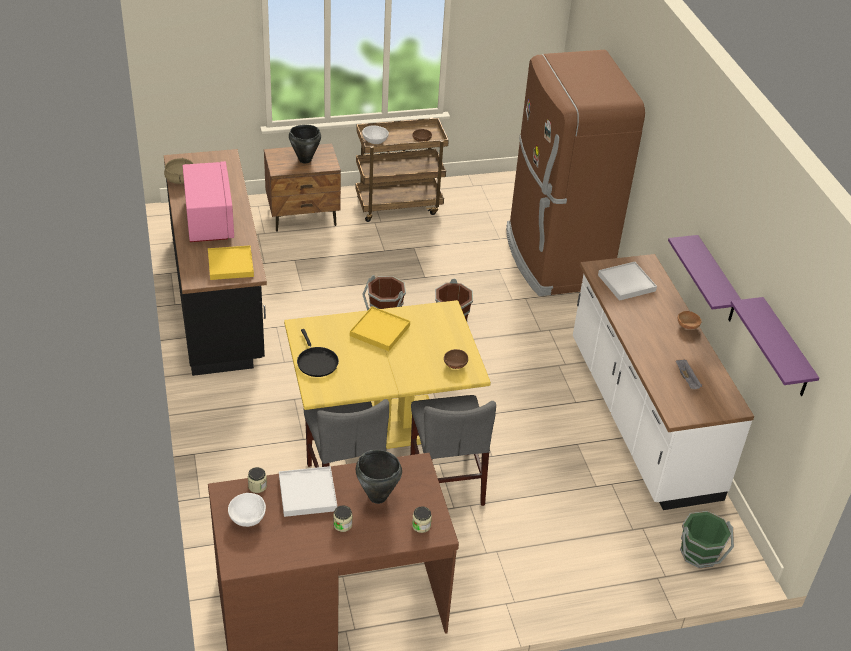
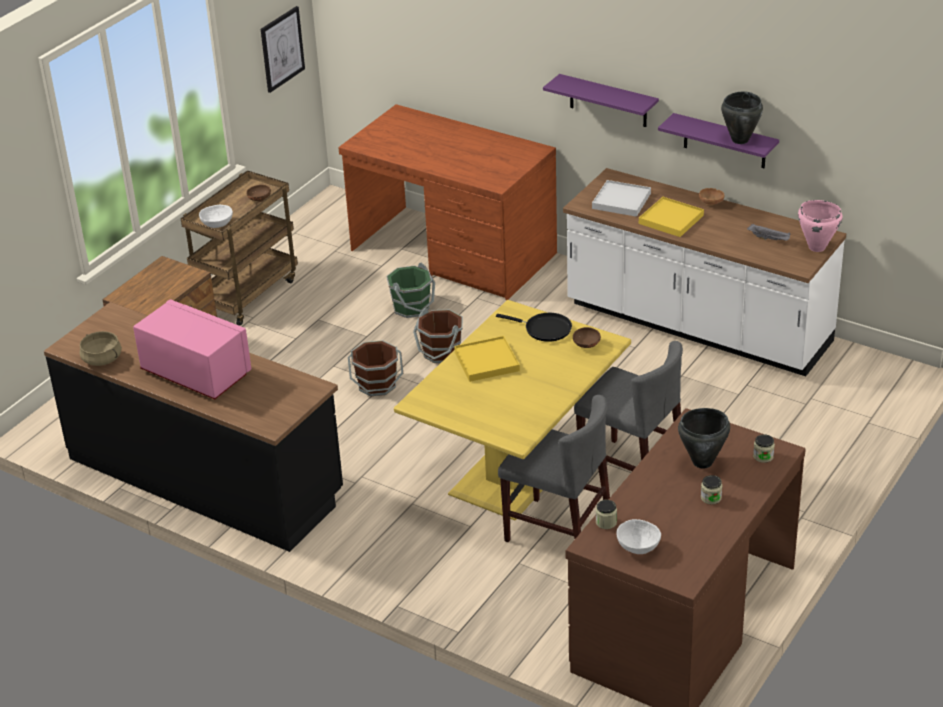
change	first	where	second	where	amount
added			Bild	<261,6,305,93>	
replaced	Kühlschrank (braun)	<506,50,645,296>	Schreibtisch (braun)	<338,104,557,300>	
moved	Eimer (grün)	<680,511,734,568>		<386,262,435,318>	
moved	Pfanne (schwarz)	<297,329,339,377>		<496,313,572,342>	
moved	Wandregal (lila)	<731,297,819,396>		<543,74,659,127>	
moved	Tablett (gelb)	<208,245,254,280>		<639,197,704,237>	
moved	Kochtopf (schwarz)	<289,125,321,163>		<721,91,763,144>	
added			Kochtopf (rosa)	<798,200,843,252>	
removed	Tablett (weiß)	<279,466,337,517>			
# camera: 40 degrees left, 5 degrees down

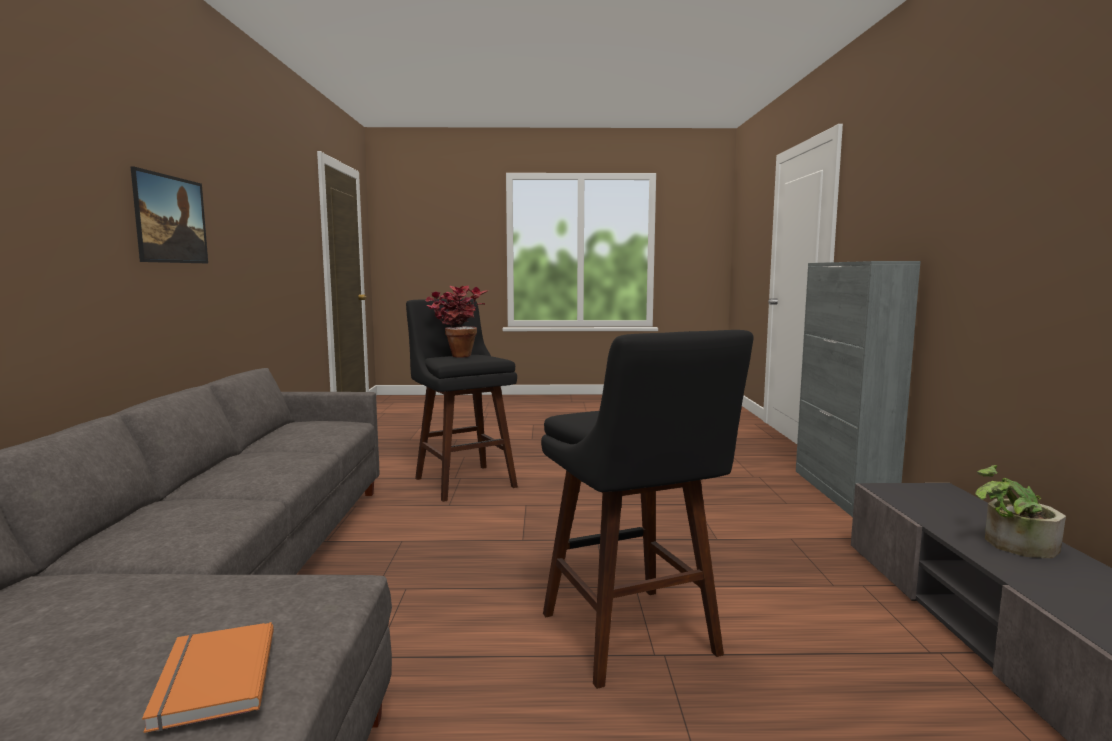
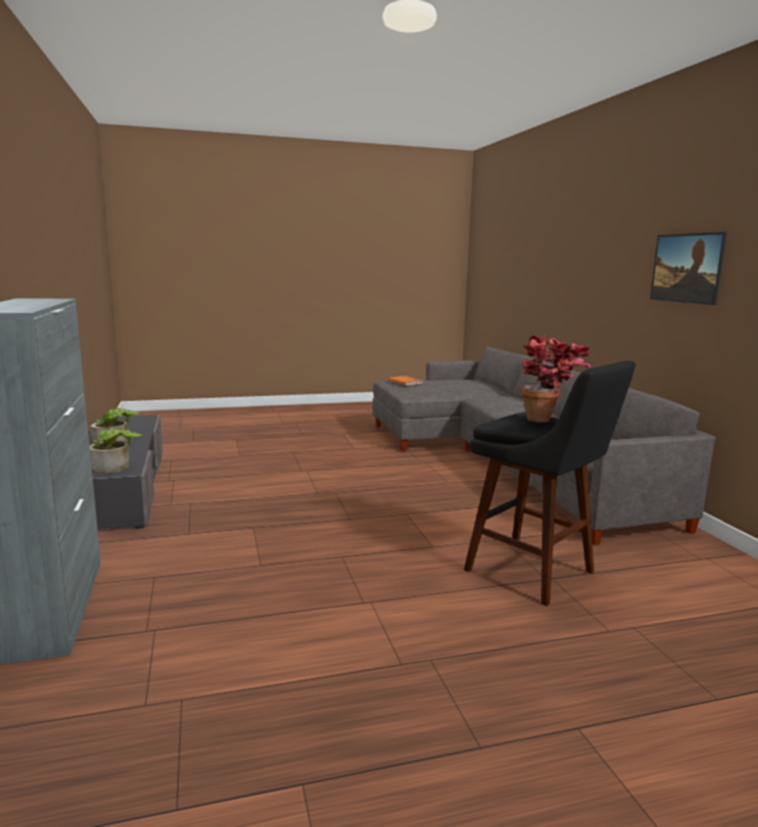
change	first	where	second	where	amount
added			Topfpflanze	<90,429,143,474>	
removed	Hocker (schwarz)	<541,330,753,689>			
# camera: 165 degrees right, 5 degrees up

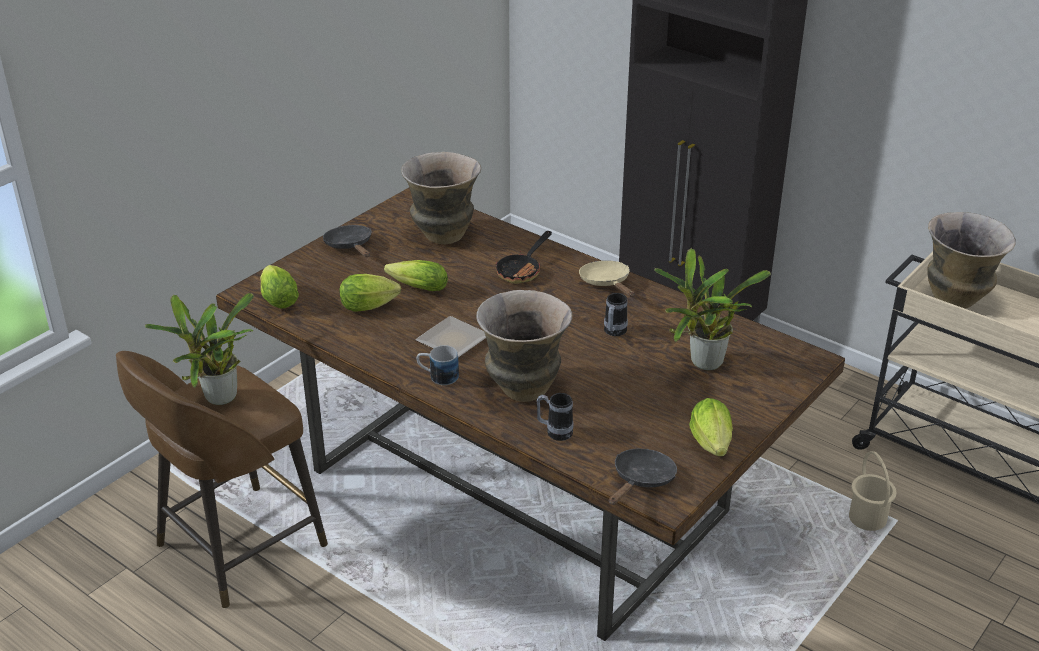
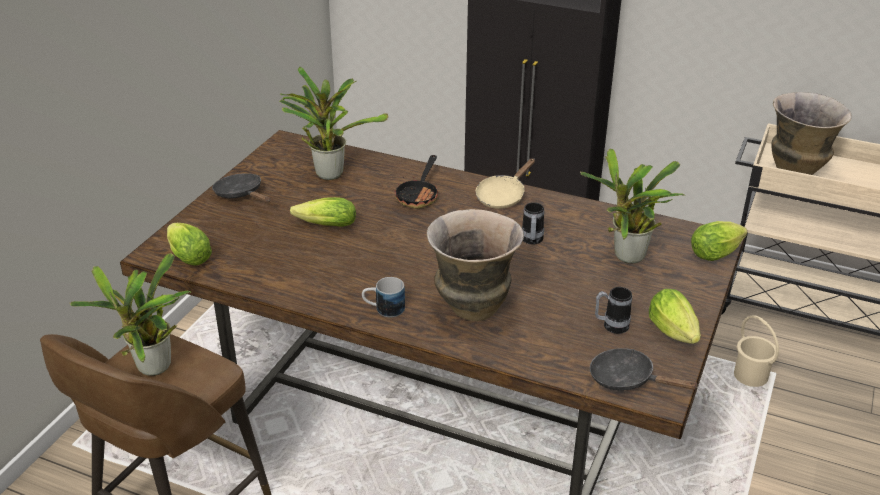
change	first	where	second	where	amount
replaced	Vase	<401,152,481,244>	Topfpflanze	<280,67,388,180>	
turned	Pfanne (beige)	<579,260,634,297>		<476,158,535,209>	105 degrees counterclockwise
turned	Pfanne (schwarz)	<609,448,677,505>		<589,348,699,391>	75 degrees counterclockwise
moved	Henkelbecher	<537,393,573,441>		<595,287,632,334>	
moved	Salatkopf	<339,274,401,312>		<691,221,748,261>	
removed	Teller	<415,316,486,358>			
# camera: 15 degrees left, 0 degrees up

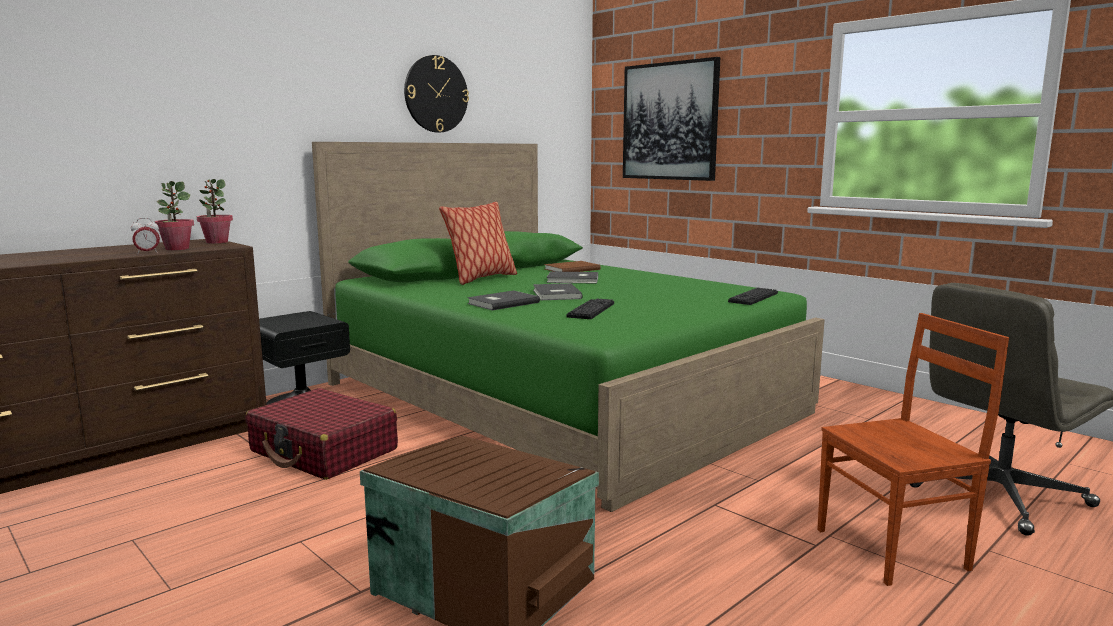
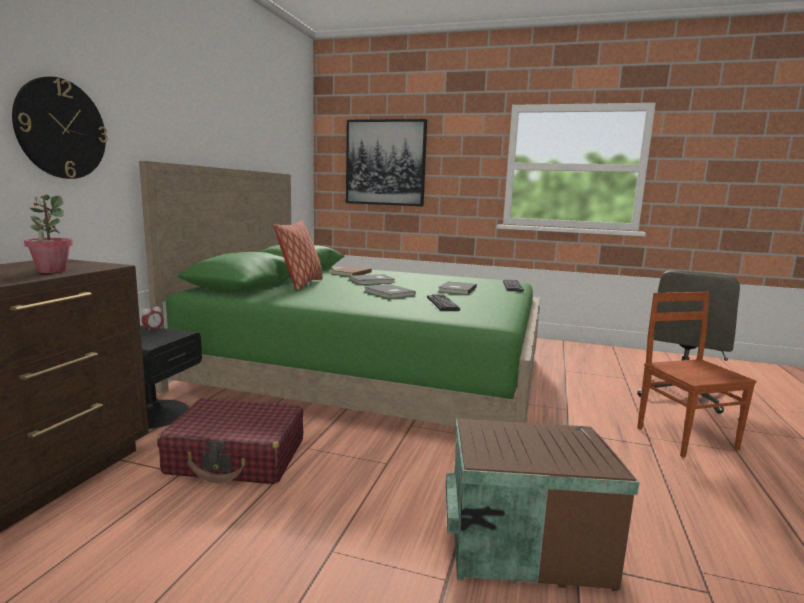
change	first	where	second	where	amount
moved	Wanduhr	<404,55,469,132>		<12,77,108,179>	
moved	Wecker	<131,218,160,253>		<141,304,163,332>	
moved	Buch (grau)	<467,290,540,311>		<438,281,477,295>	
turned	Stuhl (braun)	<817,313,1009,586>		<637,292,756,457>	60 degrees counterclockwise
removed	Topfpflanze	<197,179,233,244>			
# camera: 30 degrees left, 0 degrees up

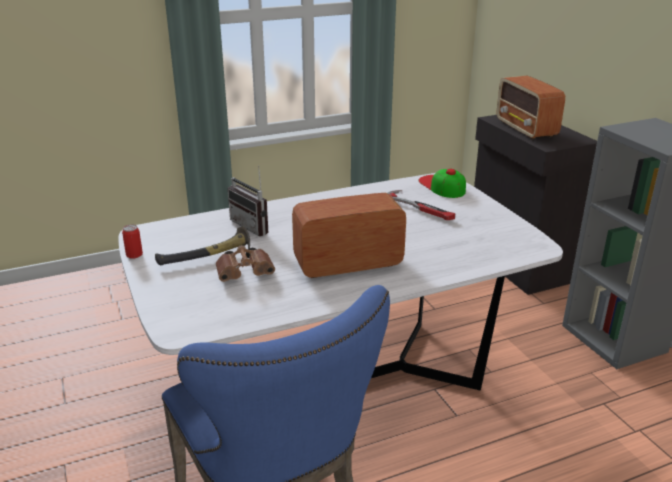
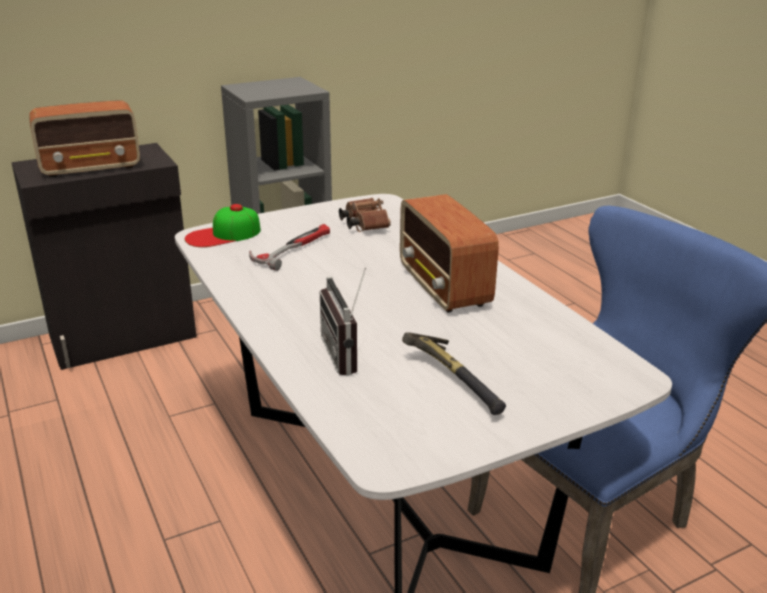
change	first	where	second	where	amount
turned	Radio	<228,166,268,236>		<320,267,366,376>	120 degrees clockwise
moved	Fernglas (braun)	<216,245,275,282>		<339,198,391,232>	
removed	Dose	<122,224,143,259>			
# camera: 95 degrees left, 0 degrees up

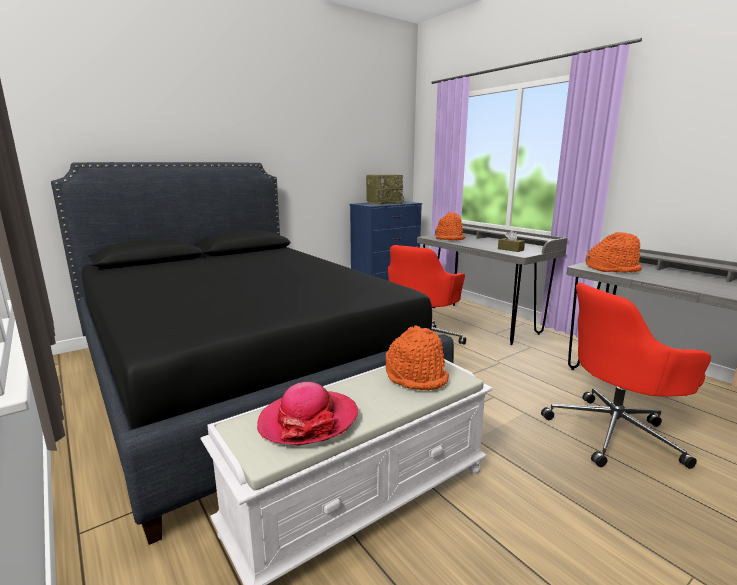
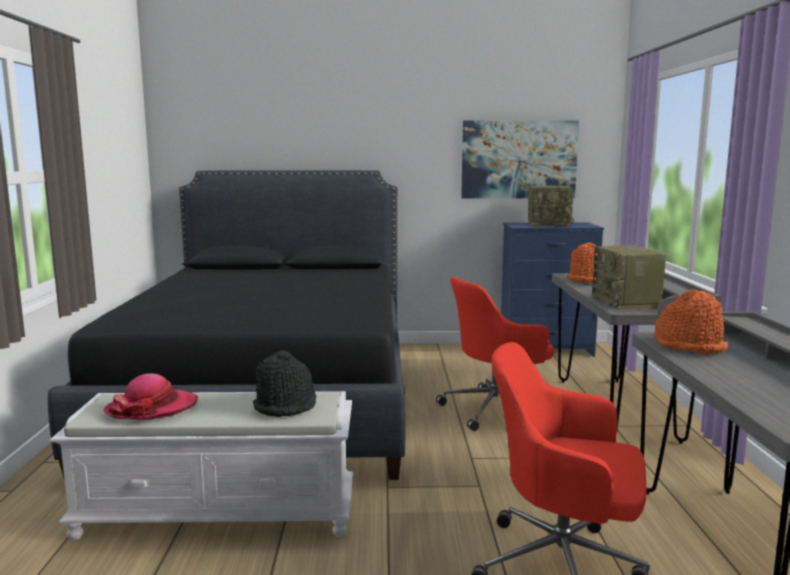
change	first	where	second	where	amount
recoloured	Hut (orange)	<385,325,449,391>	Hut (schwarz)	<253,350,317,417>	
added			Bild	<461,120,579,199>	
replaced	Taschentuchbox (braun)	<498,231,525,252>	Radio	<592,245,666,310>	
# camera: 35 degrees right, 5 degrees down

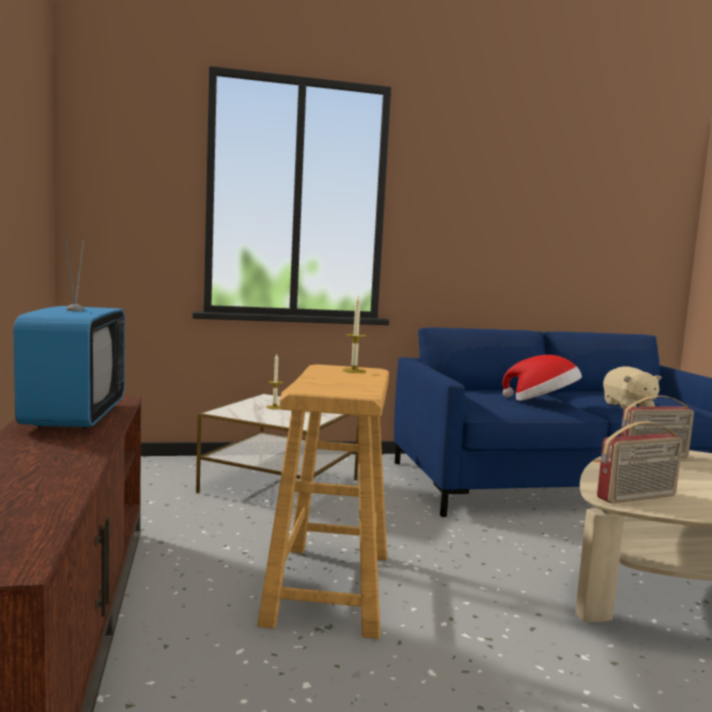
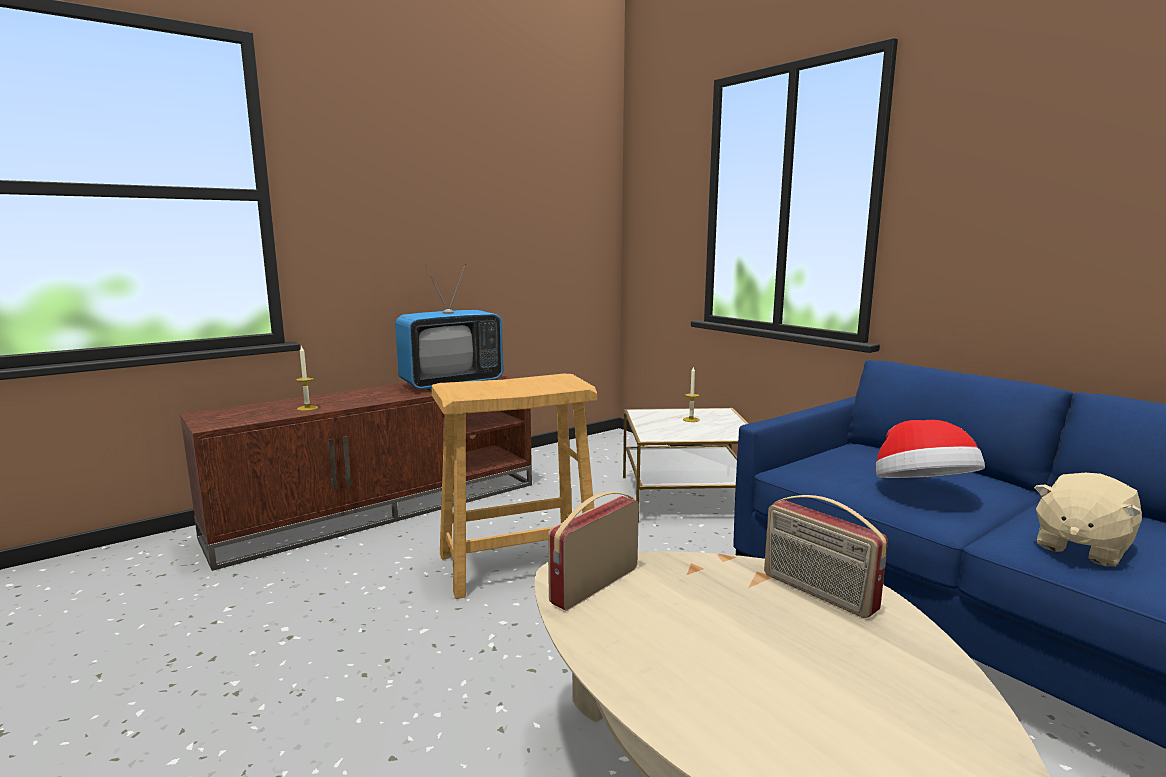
change	first	where	second	where	amount
moved	Kerze	<342,296,366,373>		<296,345,318,411>	
turned	Radio	<597,421,683,503>		<548,491,639,611>	90 degrees clockwise
# camera: 65 degrees right, 5 degrees up

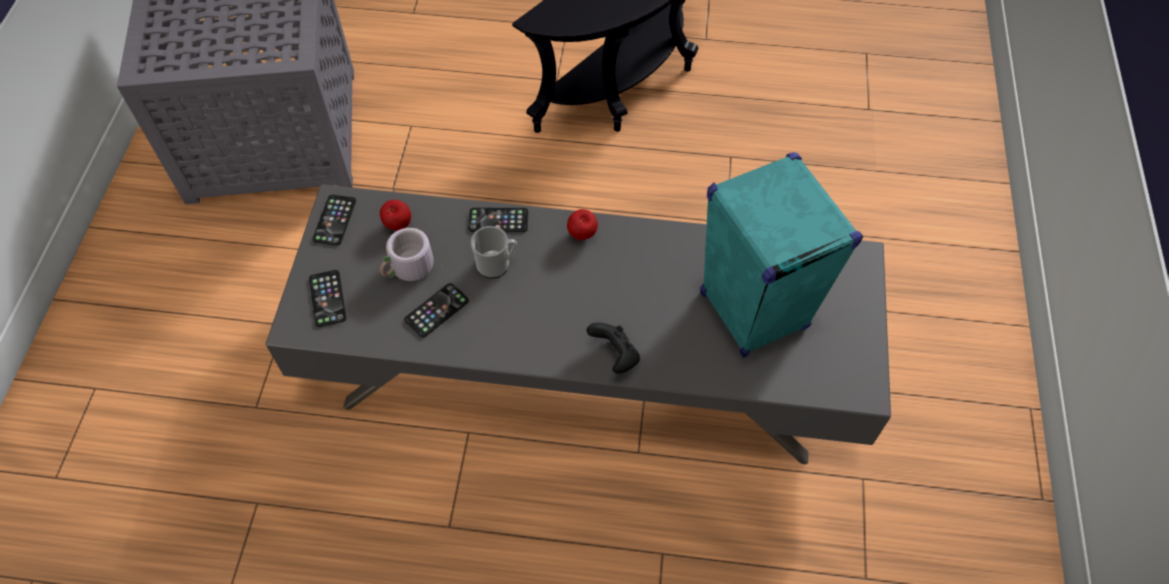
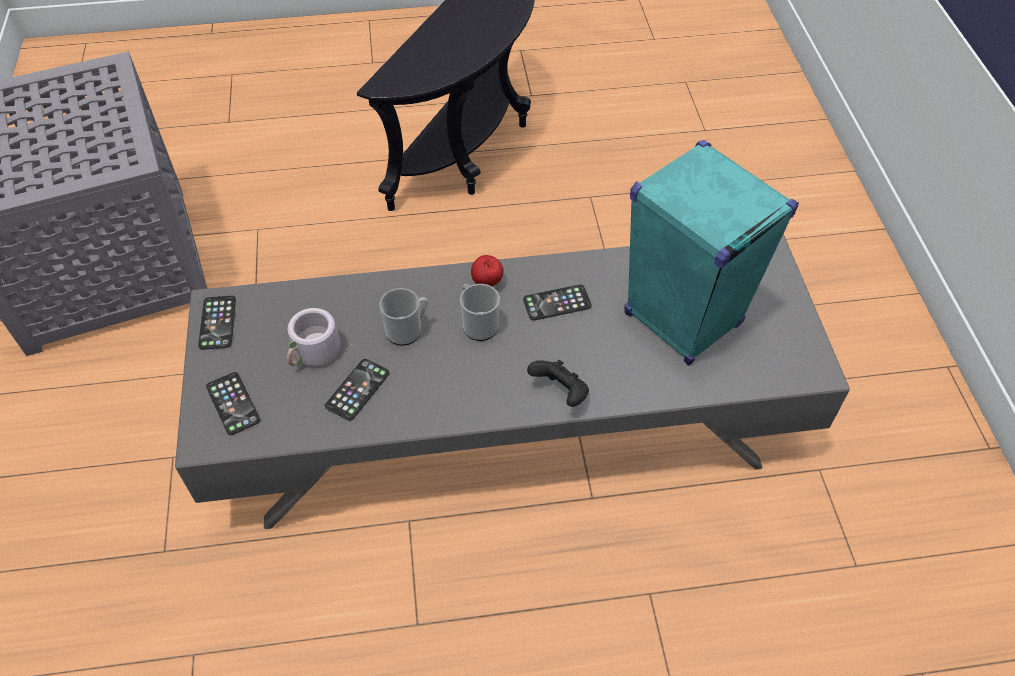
change	first	where	second	where	amount
added			Henkelbecher	<460,284,500,341>	
moved	Handy	<468,208,528,232>		<523,285,592,321>	
removed	Apfel	<380,200,411,231>			
# camera: 15 degrees left, 5 degrees down

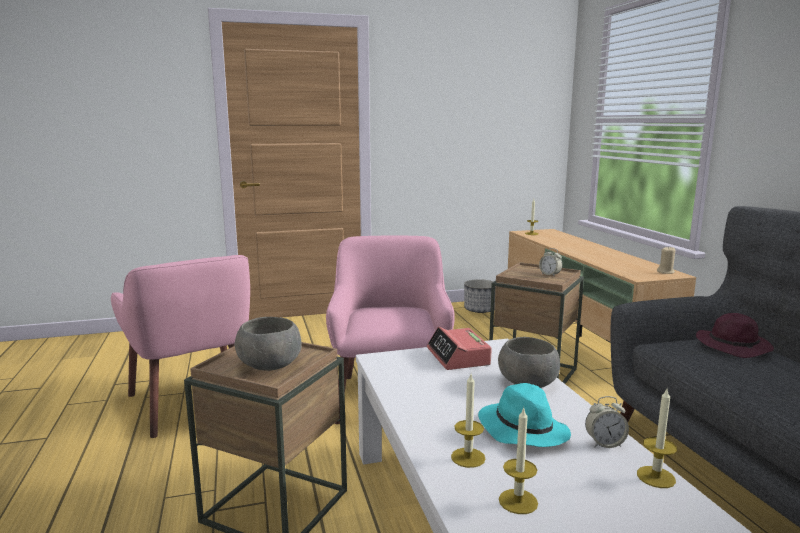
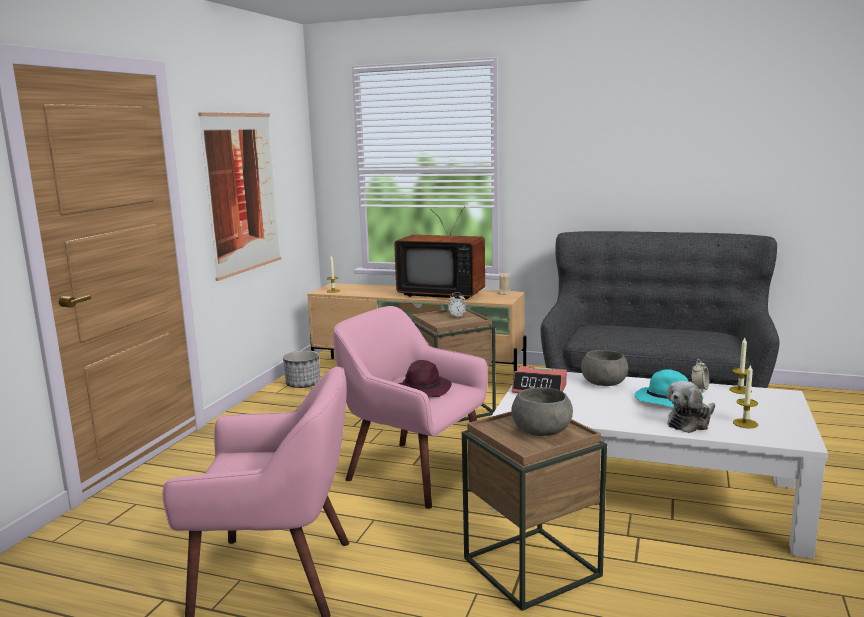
change	first	where	second	where	amount
added			Bild	<198,112,282,281>	
added			Fernseher	<394,206,485,300>	
moved	Hut (lila)	<696,313,774,358>		<398,360,452,397>	
replaced	Kerze	<451,374,486,468>	Plüschtier	<667,381,715,433>	
# camera: 55 degrees left, 0 degrees up

